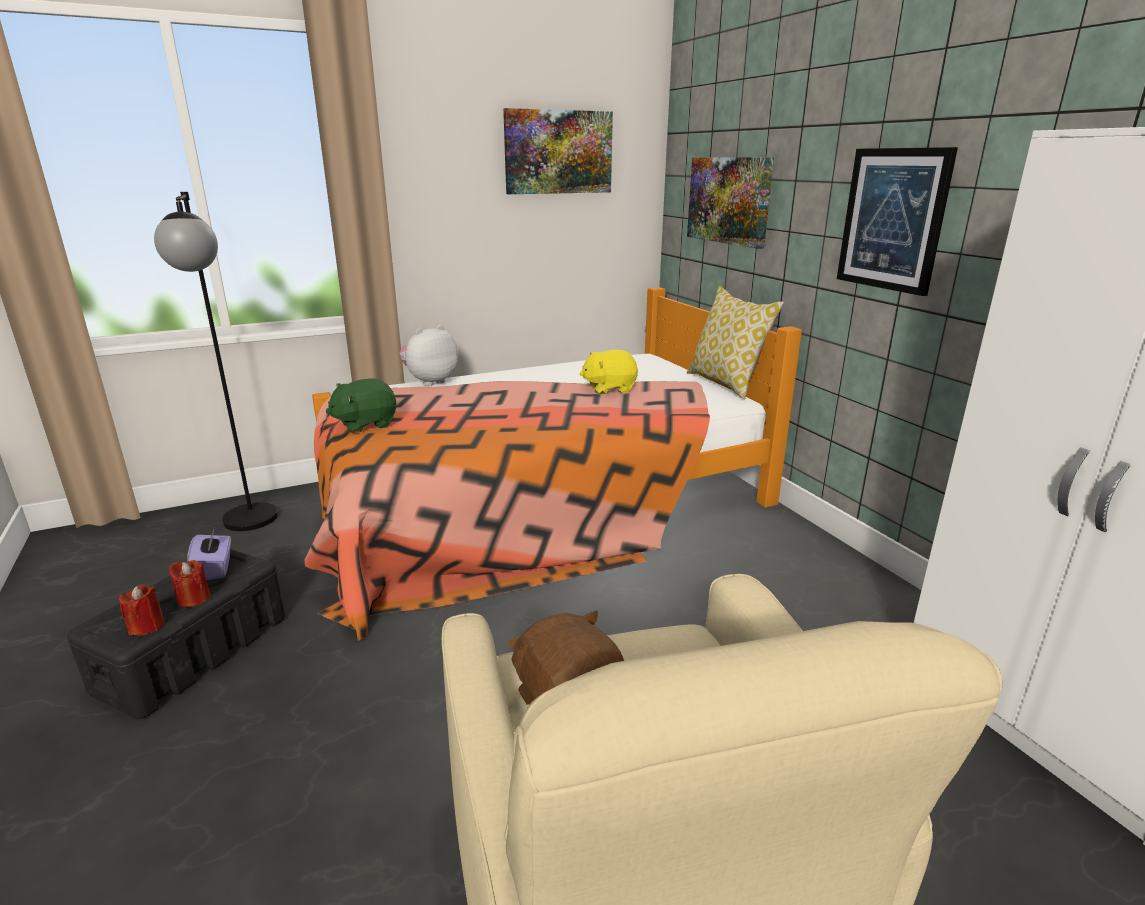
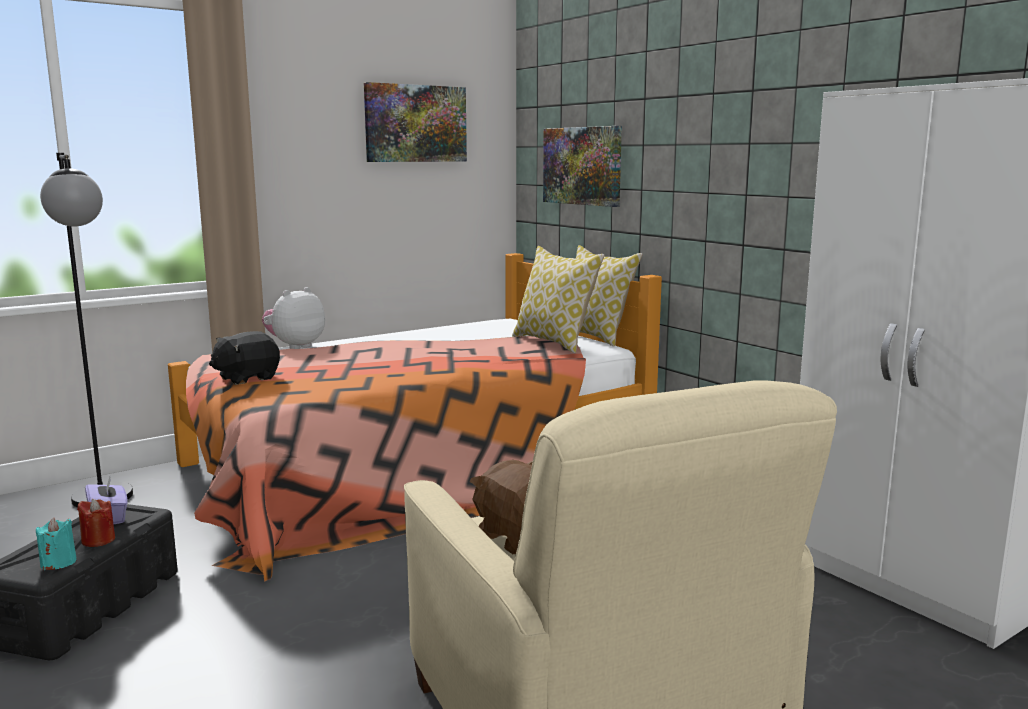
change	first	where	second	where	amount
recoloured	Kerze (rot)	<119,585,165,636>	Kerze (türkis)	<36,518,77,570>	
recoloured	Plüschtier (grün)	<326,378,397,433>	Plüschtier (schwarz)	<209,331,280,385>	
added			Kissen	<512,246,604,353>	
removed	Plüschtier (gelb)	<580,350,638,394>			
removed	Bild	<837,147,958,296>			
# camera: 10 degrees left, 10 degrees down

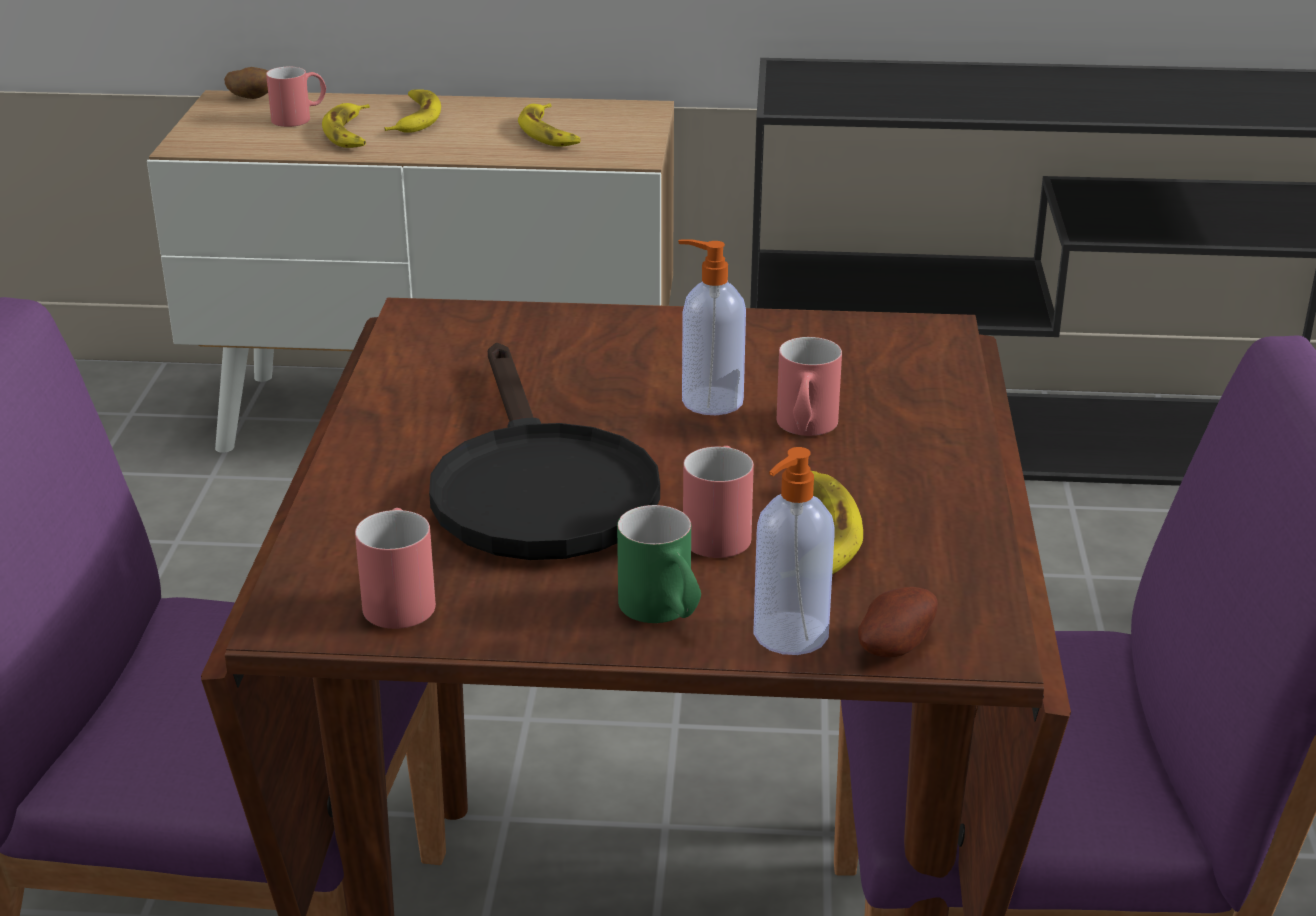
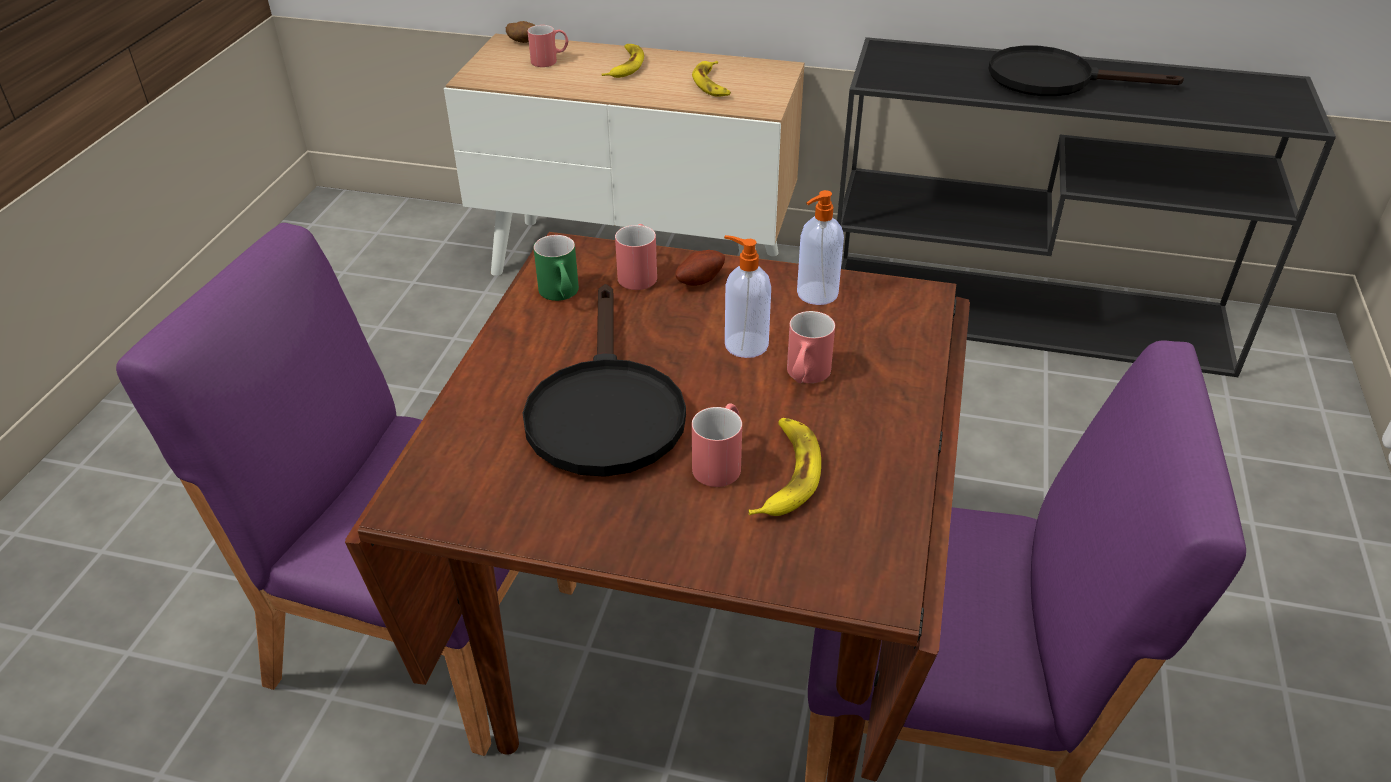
change	first	where	second	where	amount
moved	Henkelbecher (grün)	<617,505,701,623>		<533,235,579,301>	
moved	Henkelbecher (rot)	<355,508,436,629>		<615,224,657,290>	
moved	Kartoffel	<858,587,938,658>		<676,250,725,286>	
moved	Seifenspender	<753,447,835,655>		<797,190,844,305>	
added			Pfanne (schwarz)	<988,45,1184,96>	
removed	Banane	<322,103,370,148>			
# camera: 10 degrees right, 10 degrees up

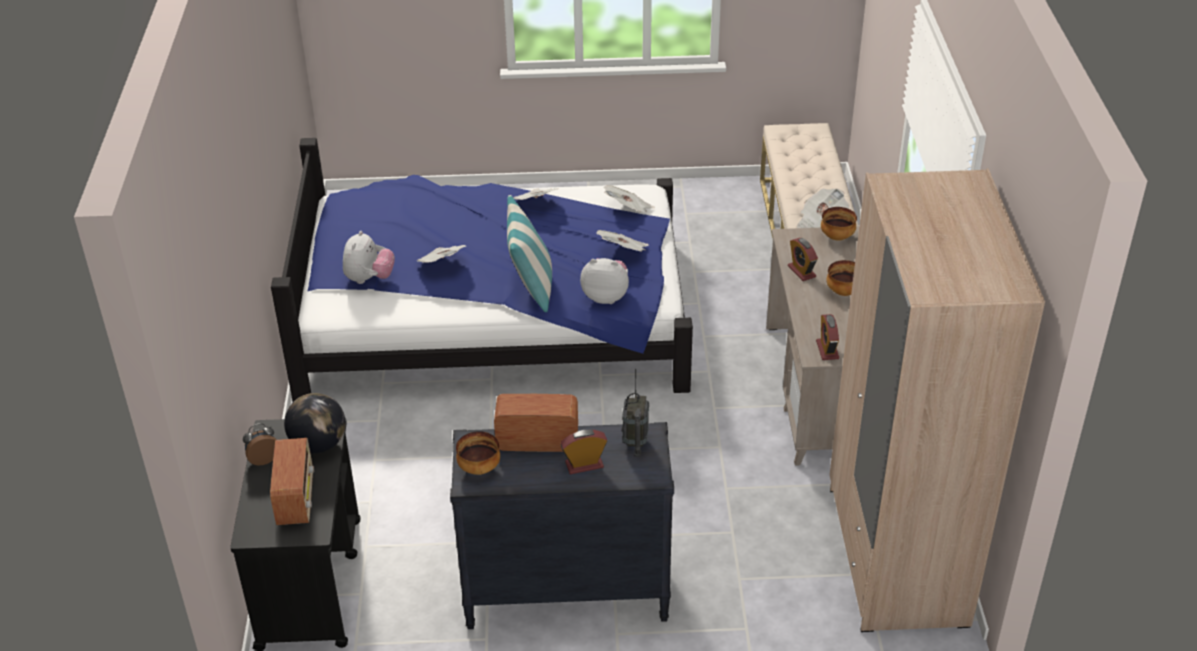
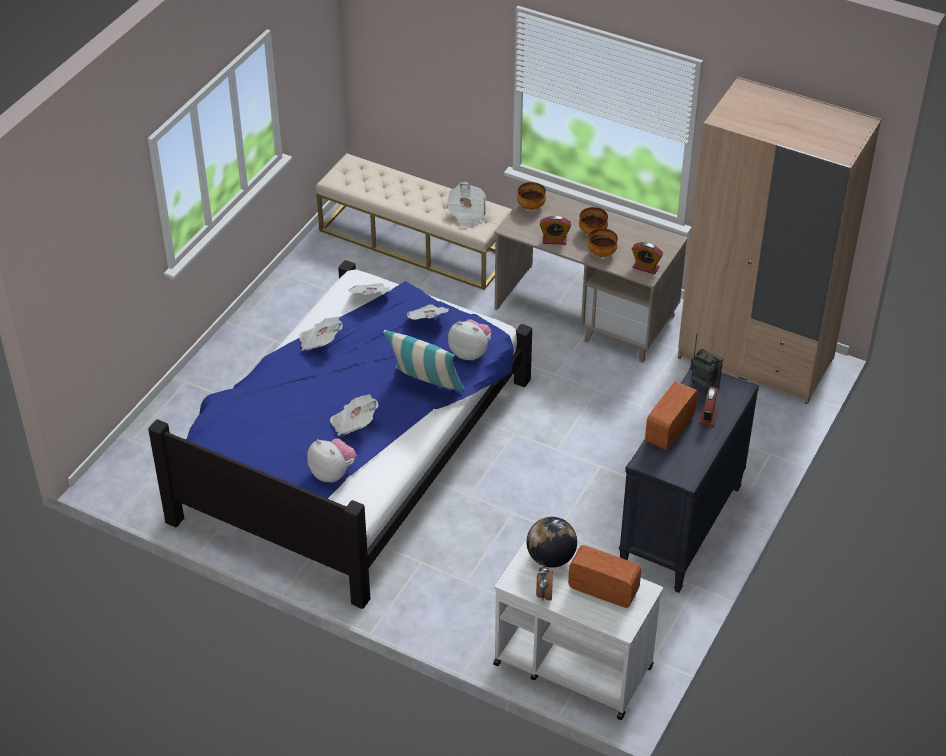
change	first	where	second	where	amount
turned	Plüschtier	<580,258,629,304>		<448,319,492,360>	75 degrees clockwise
recoloured	Rollwagen (schwarz)	<230,418,361,651>	Rollwagen (weiß)	<493,538,663,720>	
moved	Schüssel	<456,431,500,475>		<588,228,618,257>	
# camera: 60 degrees left, 5 degrees up

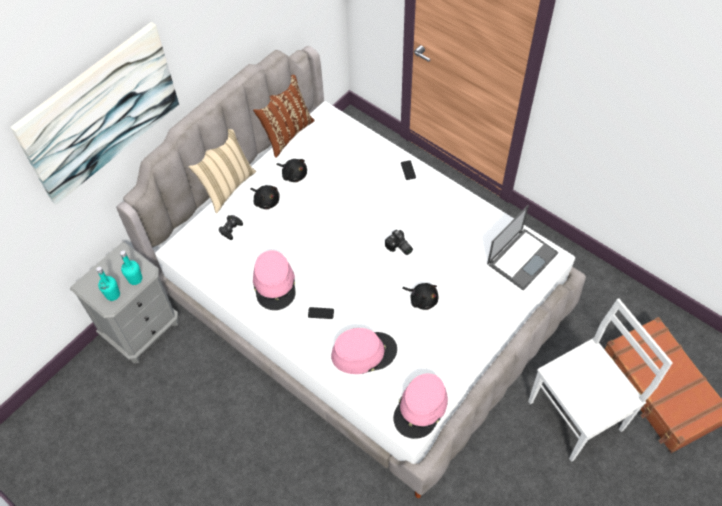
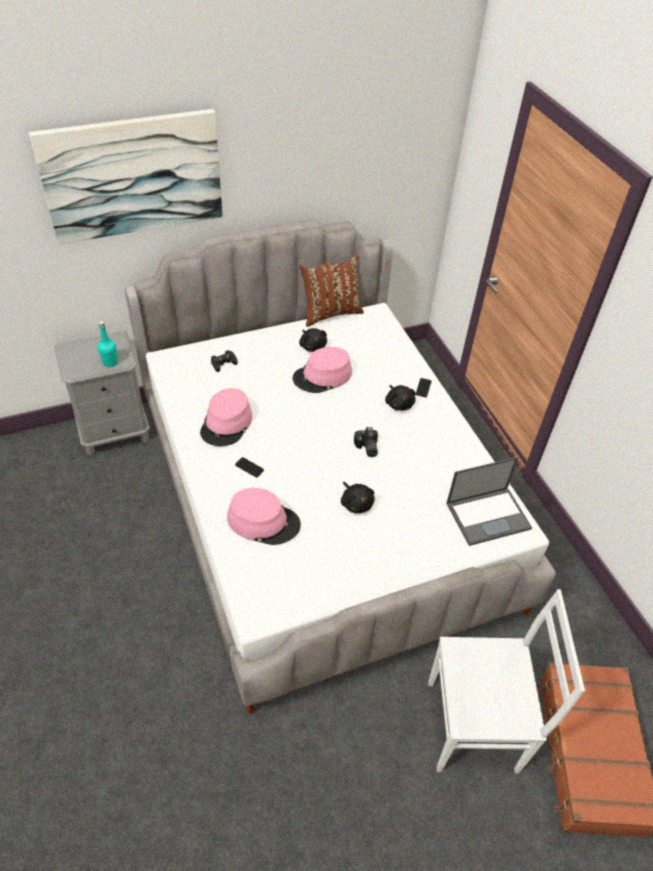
change	first	where	second	where	amount
moved	Hut (rosa)	<393,373,448,439>		<292,347,352,393>	
moved	Plüschtier (schwarz)	<250,185,280,209>		<385,385,416,411>	
removed	Flasche (türkis)	<96,266,120,301>			
removed	Kissen (beige)	<189,129,256,213>			
# camera: 25 degrees right, 10 degrees down

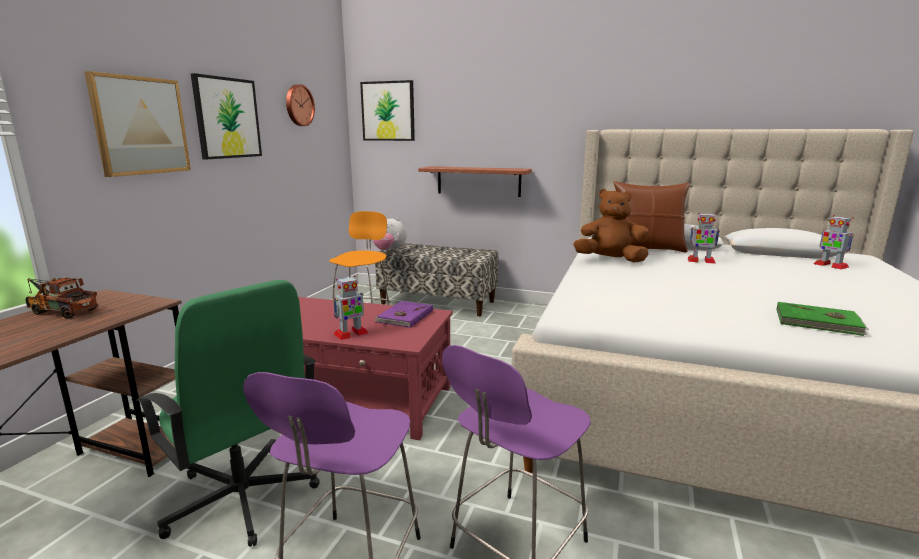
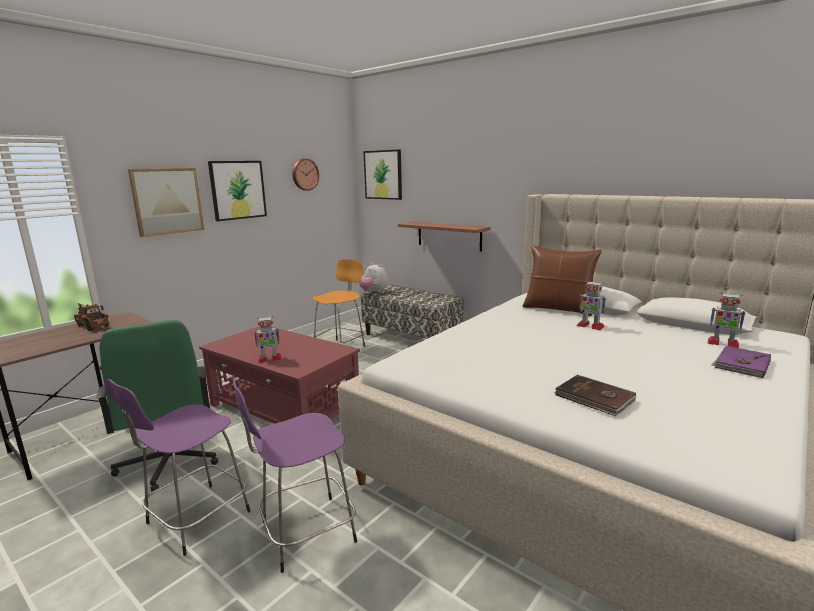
change	first	where	second	where	amount
recoloured	Buch (grün)	<776,302,869,336>	Buch (braun)	<554,375,636,416>	
turned	Spielzeugroboter	<814,215,854,270>		<707,292,746,348>	45 degrees counterclockwise
moved	Buch (lila)	<374,301,433,328>		<712,346,771,378>	
removed	Plüschtier (braun)	<573,189,649,262>			
# camera: 20 degrees right, 0 degrees up

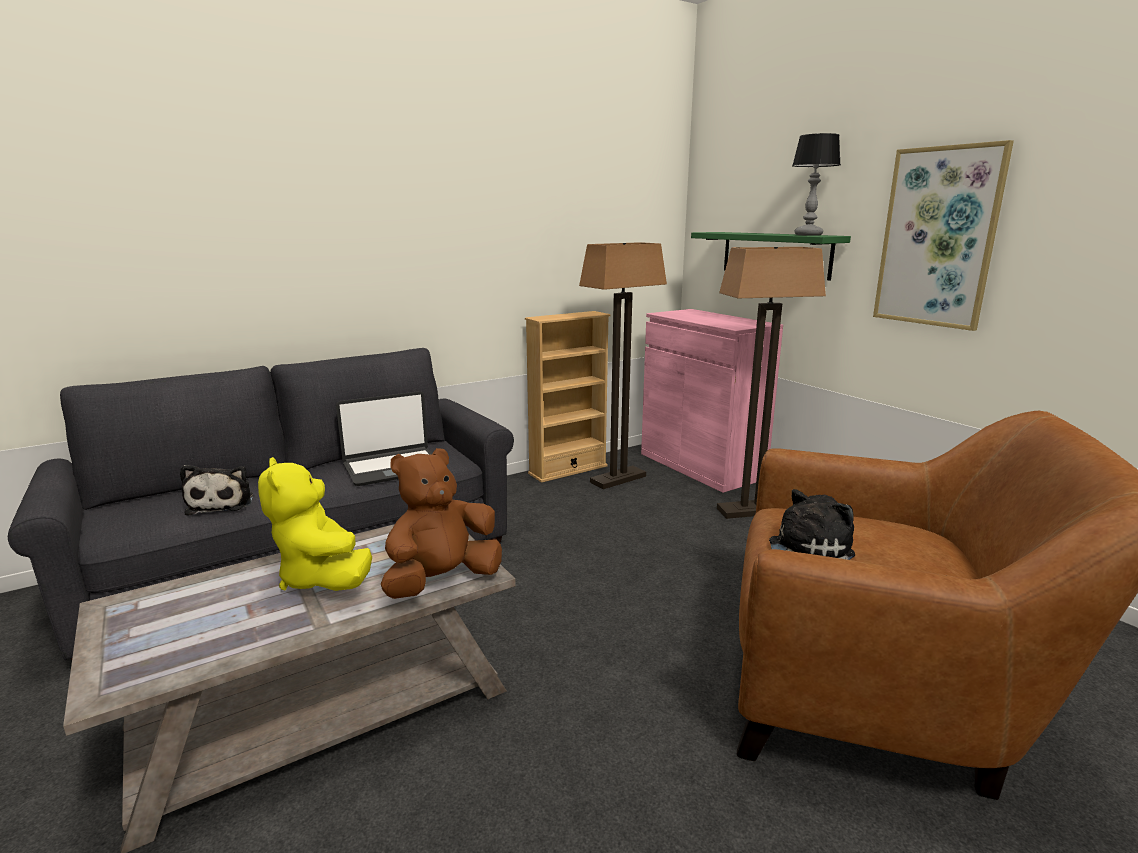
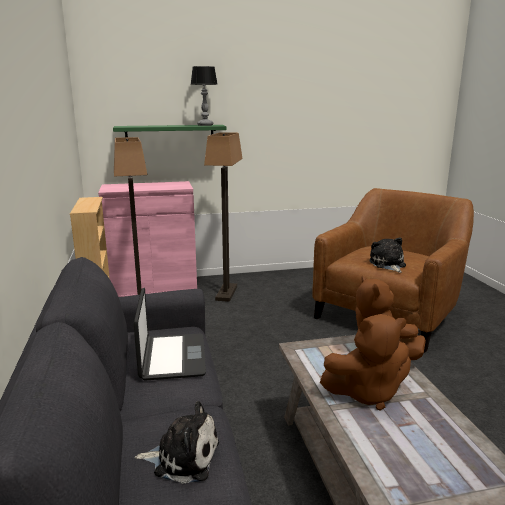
change	first	where	second	where	amount
recoloured	Plüschtier (gelb)	<258,457,372,591>	Plüschtier (braun)	<320,314,411,410>	
removed	Bild	<873,140,1014,331>			
# camera: 70 degrees left, 0 degrees up

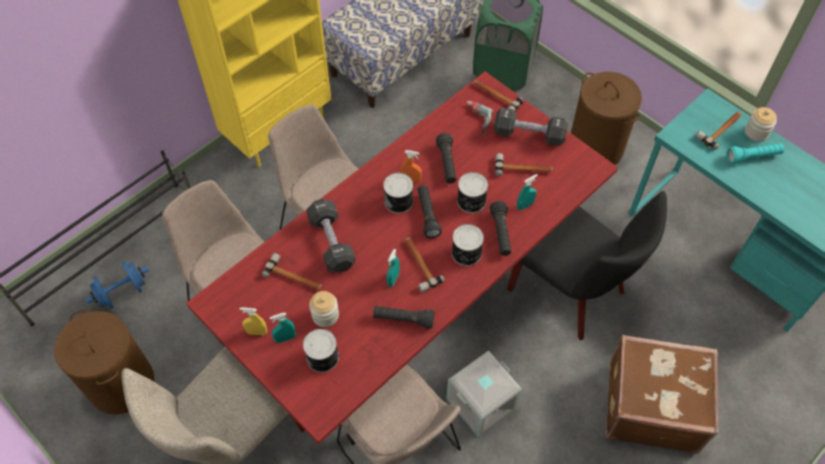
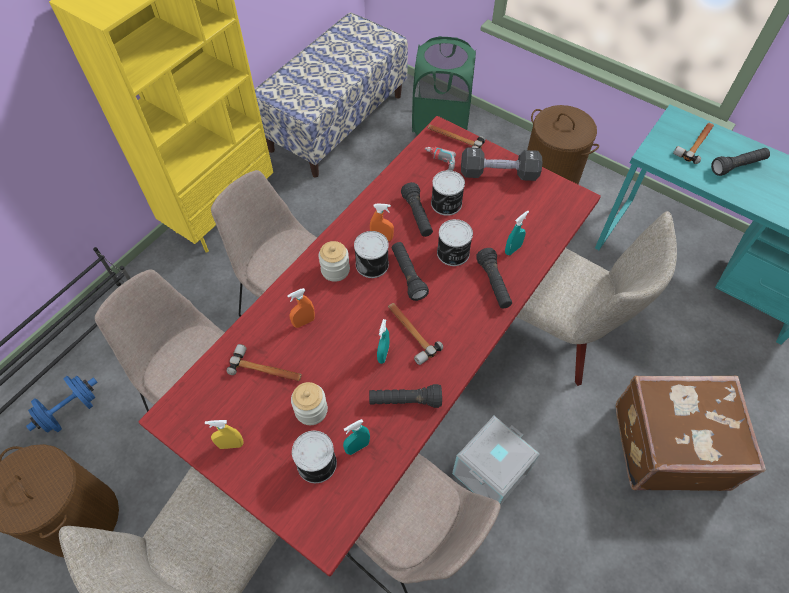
change	first	where	second	where	amount
replaced	Hantel (schwarz)	<306,199,356,273>	Sprühflasche (orange)	<287,288,315,328>	
moved	Vorratsglas	<745,107,777,142>		<318,241,350,282>	
moved	Sprühflasche (türkis)	<270,312,296,343>		<343,419,370,455>	
moved	Dose	<452,224,484,266>		<431,170,465,216>	
recoloured	Stuhl (schwarz)	<507,191,667,340>	Stuhl (beige)	<516,211,677,386>	
recoloured	Taschenlampe (türkis)	<727,143,784,164>	Taschenlampe (schwarz)	<711,148,770,176>	
removed	Hammer	<495,153,553,176>			
# camera: 10 degrees left, 0 degrees up

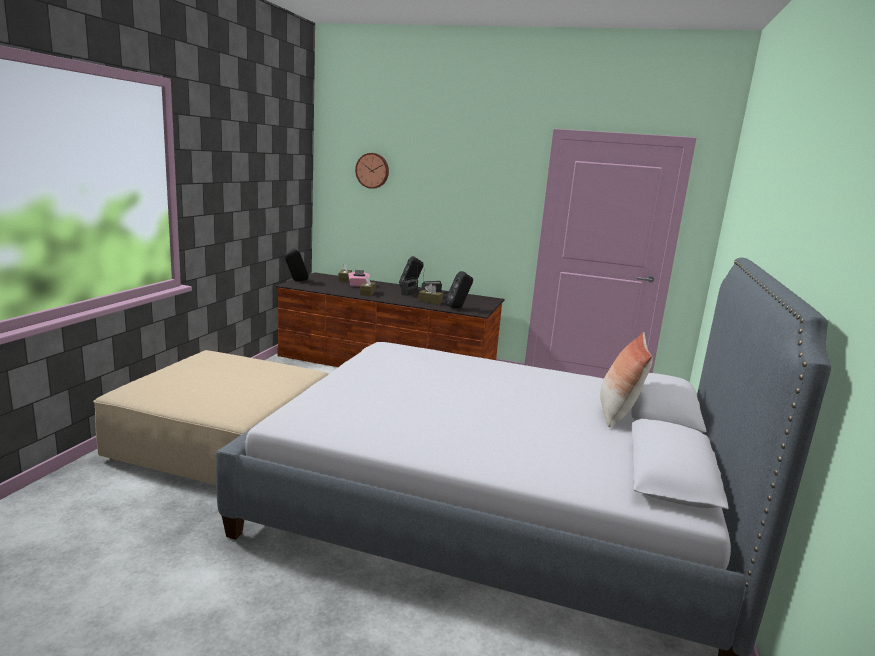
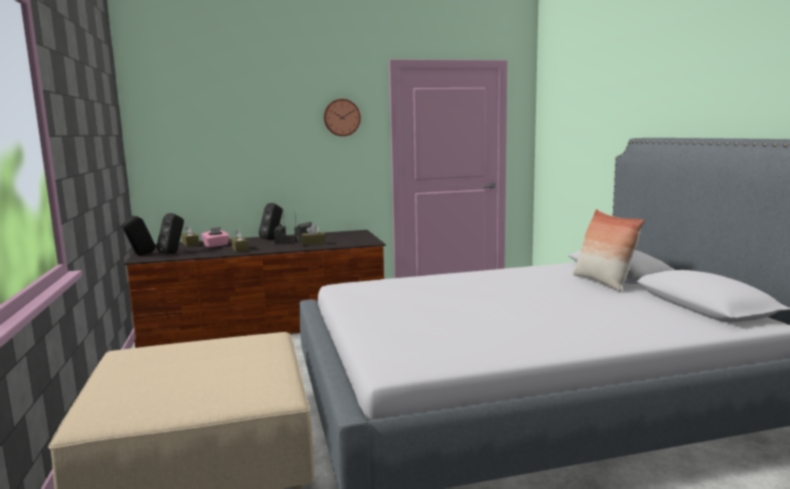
change	first	where	second	where	amount
moved	Lautsprecher (schwarz)	<446,271,473,308>		<157,213,184,254>	
moved	Wanduhr	<355,153,389,189>		<324,99,361,136>	
# camera: 30 degrees left, 5 degrees down

